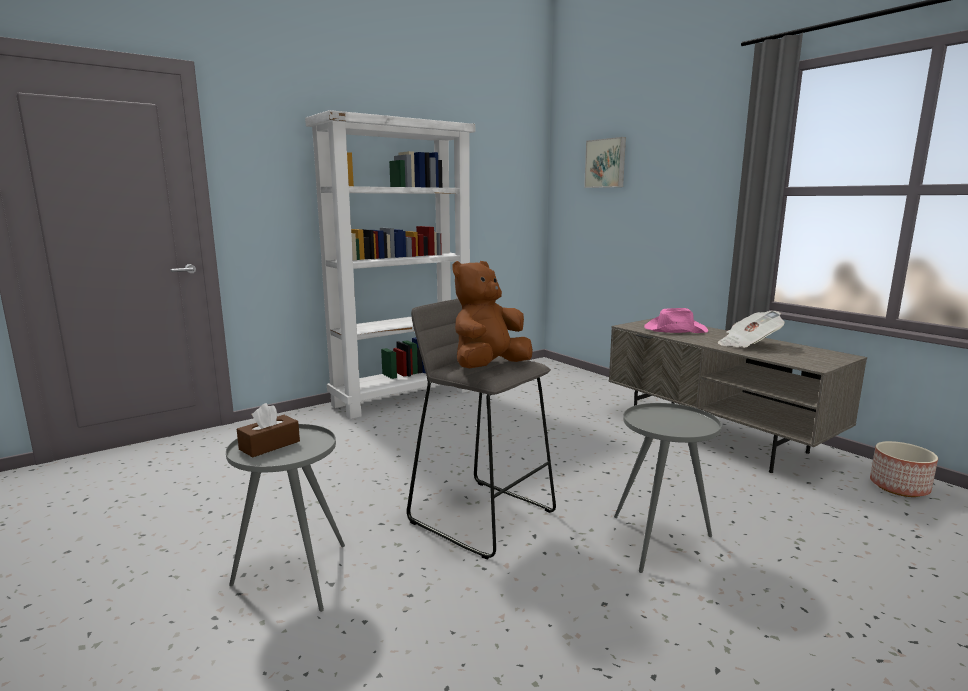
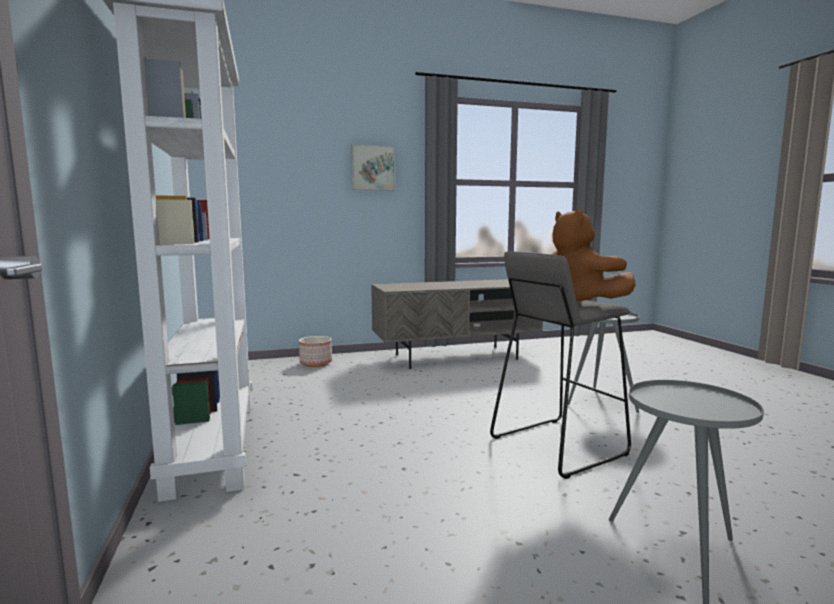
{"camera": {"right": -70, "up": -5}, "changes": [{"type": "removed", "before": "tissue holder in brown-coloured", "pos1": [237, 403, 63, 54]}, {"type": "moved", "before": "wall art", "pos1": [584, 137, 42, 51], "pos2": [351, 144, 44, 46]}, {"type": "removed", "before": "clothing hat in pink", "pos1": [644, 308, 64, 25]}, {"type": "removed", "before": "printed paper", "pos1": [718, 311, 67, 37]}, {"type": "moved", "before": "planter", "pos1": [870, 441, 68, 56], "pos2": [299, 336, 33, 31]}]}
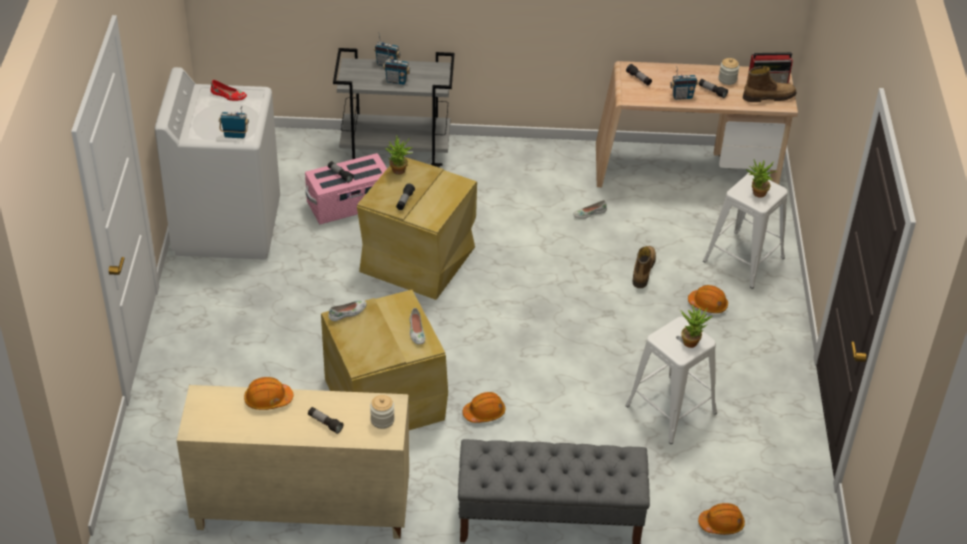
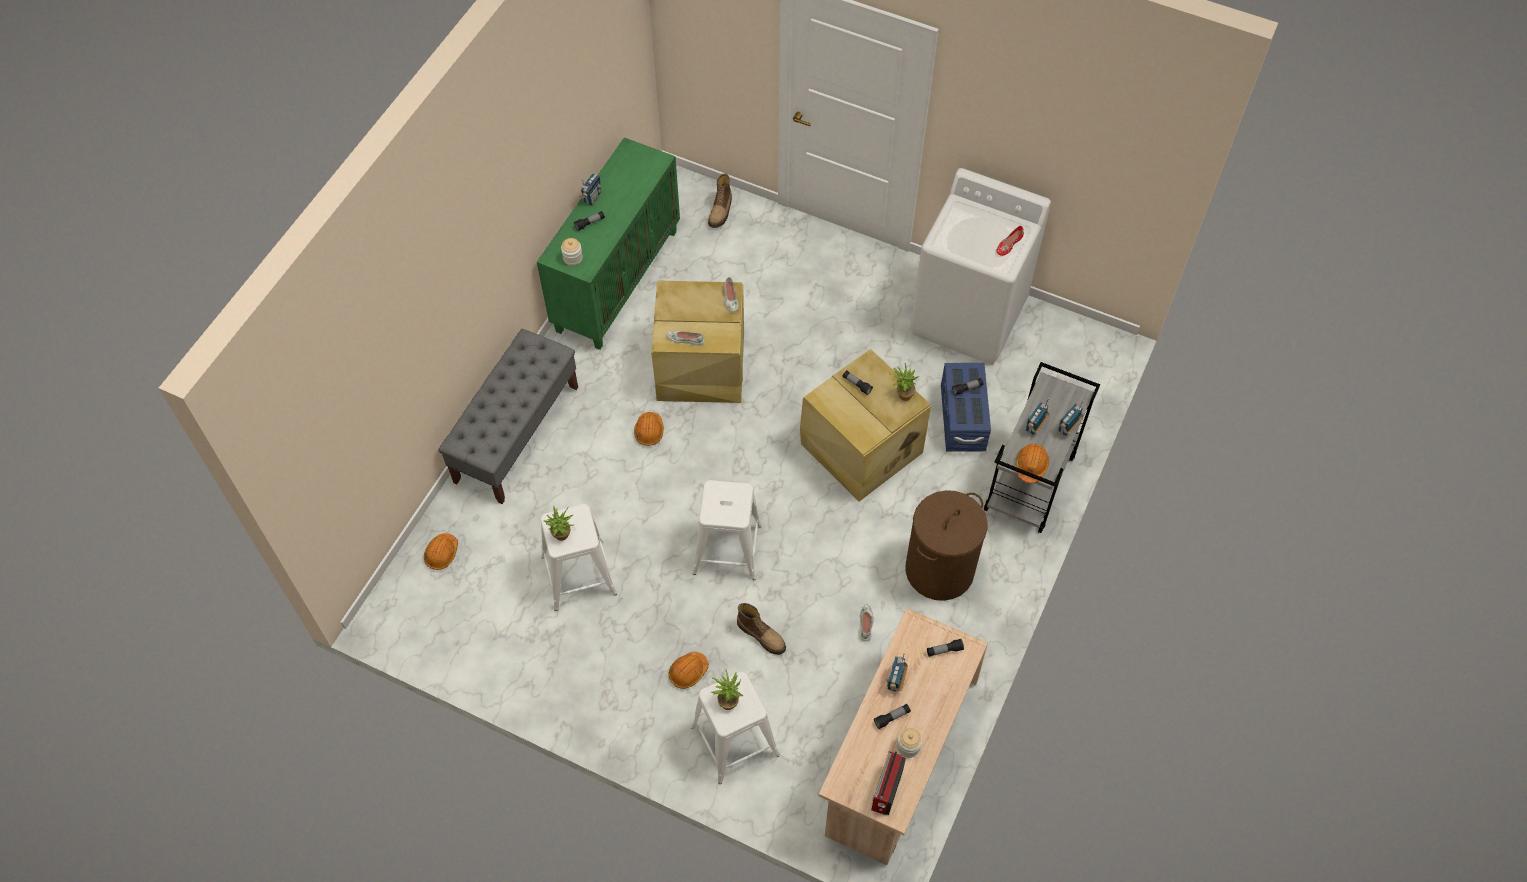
{"camera": {"right": 115, "up": 15}, "changes": [{"type": "recoloured", "before": "storage cabinet in sand-coloured", "after": "storage cabinet in green", "pos1": [177, 385, 232, 154], "pos2": [537, 137, 143, 213]}, {"type": "moved", "before": "radio receiver", "pos1": [219, 106, 30, 32], "pos2": [580, 173, 21, 32]}, {"type": "moved", "before": "work helmet in orangey", "pos1": [244, 377, 49, 33], "pos2": [1016, 444, 33, 39]}, {"type": "recoloured", "before": "storage container in pink", "after": "storage container in blue", "pos1": [305, 153, 82, 71], "pos2": [941, 363, 50, 89]}, {"type": "moved", "before": "tall boot", "pos1": [743, 66, 53, 36], "pos2": [708, 174, 24, 54]}, {"type": "added", "after": "stool seat in white-coloured", "pos2": [692, 480, 70, 100]}, {"type": "added", "after": "washing basket in brown-coloured", "pos2": [906, 490, 81, 111]}]}
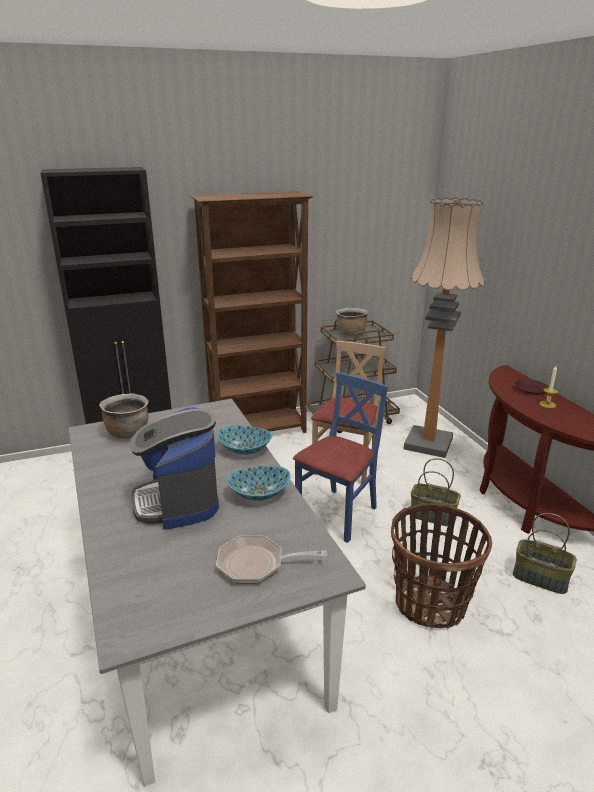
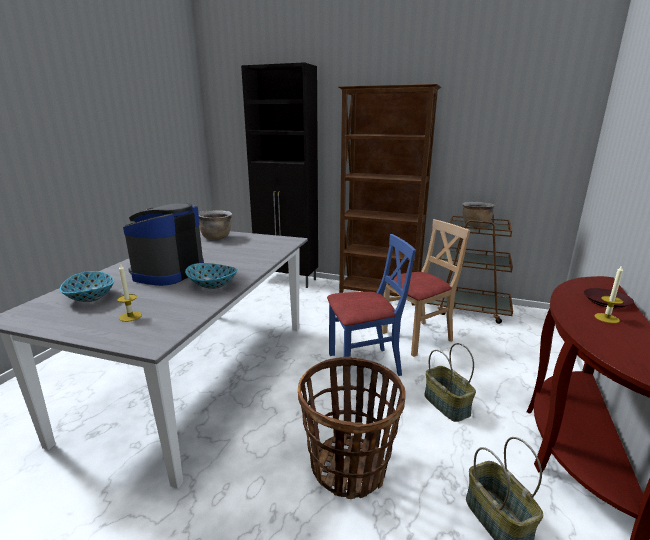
{"camera": {"right": 40, "up": -5}, "changes": [{"type": "replaced", "before": "skillet", "after": "wax light", "pos1": [216, 535, 111, 49], "pos2": [117, 263, 25, 59]}, {"type": "moved", "before": "bowl", "pos1": [217, 425, 55, 30], "pos2": [60, 271, 54, 31]}, {"type": "removed", "before": "standard lamp", "pos1": [404, 198, 81, 260]}]}
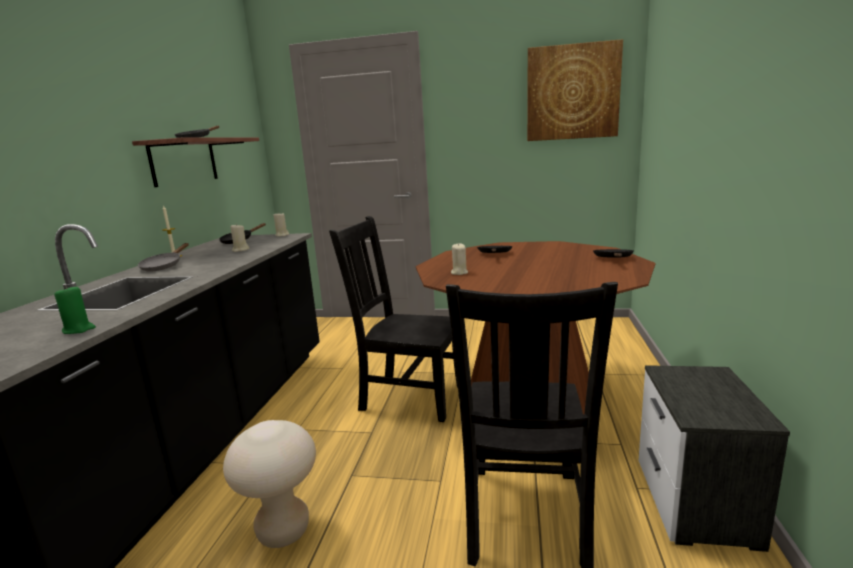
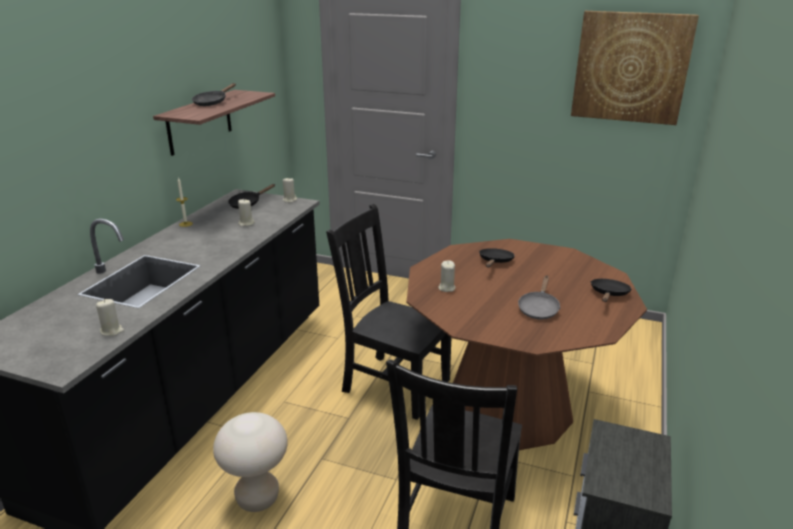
{"camera": {"right": 10, "up": 10}, "changes": [{"type": "recoloured", "before": "wax light in green", "after": "wax light in sand-coloured", "pos1": [54, 285, 42, 49], "pos2": [96, 299, 28, 37]}, {"type": "moved", "before": "skillet in greyish", "pos1": [138, 243, 51, 29], "pos2": [518, 275, 42, 44]}]}
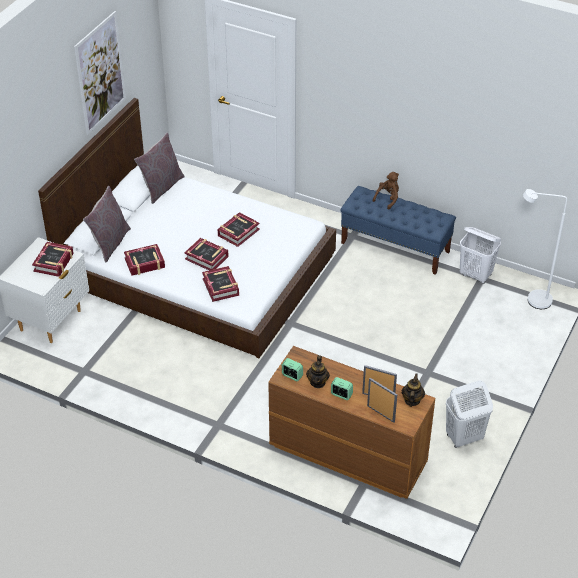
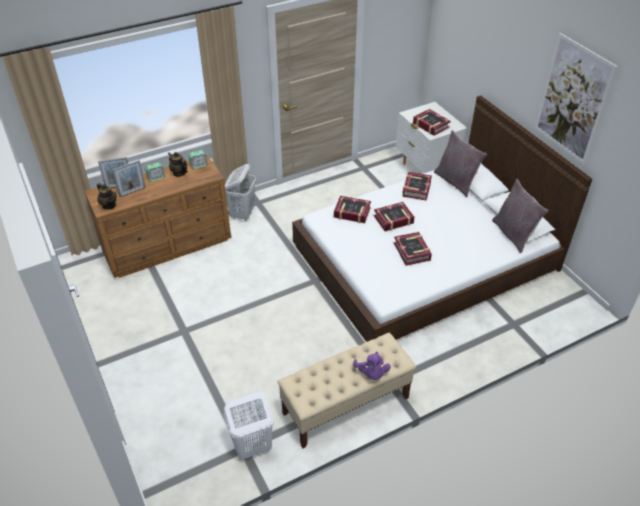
{"camera": {"right": 125, "up": 0}, "changes": [{"type": "recoloured", "before": "long seat in blue", "after": "long seat in sand-coloured", "pos1": [340, 186, 116, 89], "pos2": [278, 333, 138, 115]}, {"type": "recoloured", "before": "cuddly toy in brown-coloured", "after": "cuddly toy in purplish", "pos1": [373, 172, 26, 38], "pos2": [353, 352, 38, 28]}, {"type": "moved", "before": "washing basket in white-coloured", "pos1": [446, 380, 47, 68], "pos2": [225, 164, 31, 56]}, {"type": "removed", "before": "standard lamp in white-coloured", "pos1": [523, 189, 44, 120]}]}
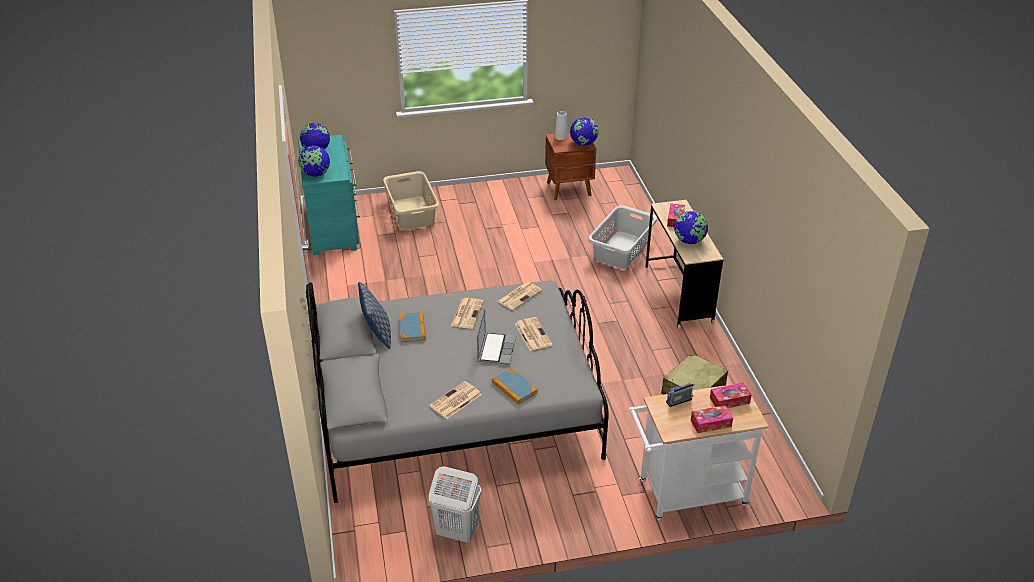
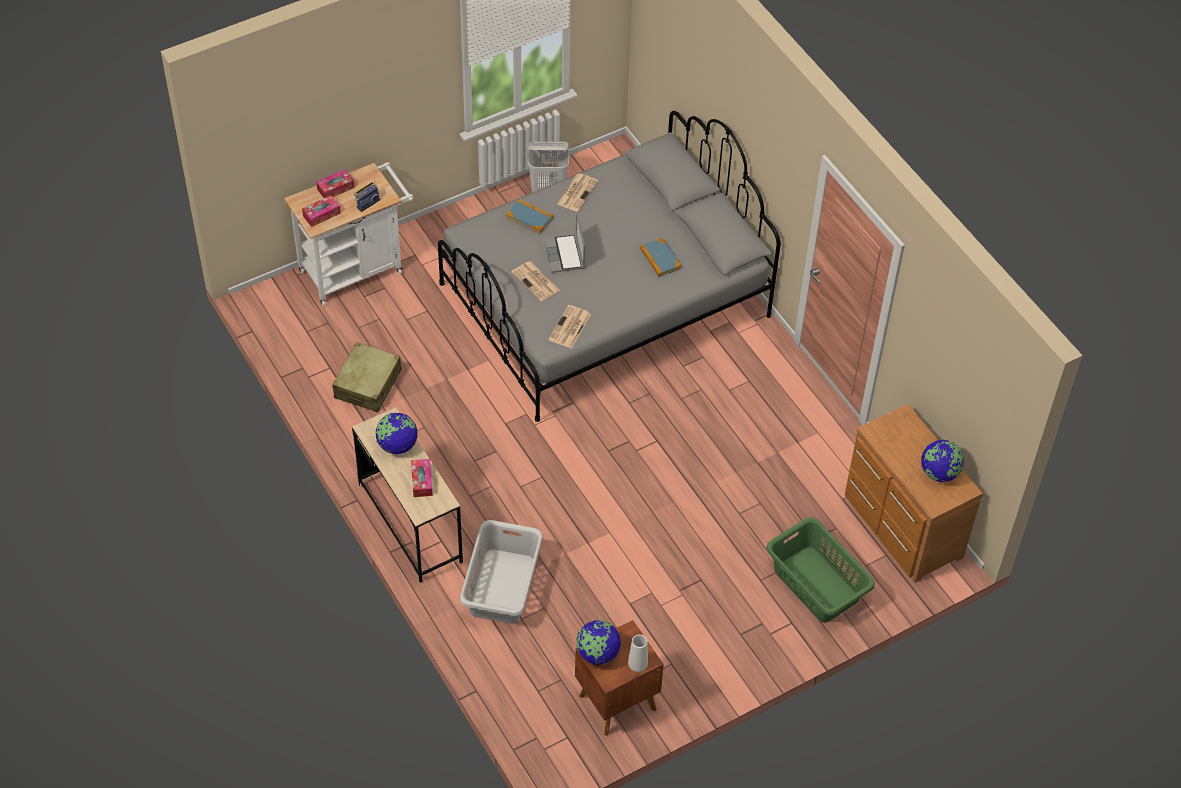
{"camera": {"right": 160, "up": 15}, "changes": [{"type": "recoloured", "before": "chest of drawers in turquoise-coloured", "after": "chest of drawers in brown-coloured", "pos1": [298, 135, 62, 120], "pos2": [845, 404, 138, 179]}, {"type": "removed", "before": "globe", "pos1": [299, 146, 31, 31]}, {"type": "removed", "before": "pillow", "pos1": [358, 282, 33, 67]}, {"type": "recoloured", "before": "washing basket in sand-coloured", "after": "washing basket in green", "pos1": [383, 171, 56, 59], "pos2": [766, 517, 109, 105]}, {"type": "removed", "before": "printed paper", "pos1": [451, 298, 33, 31]}]}
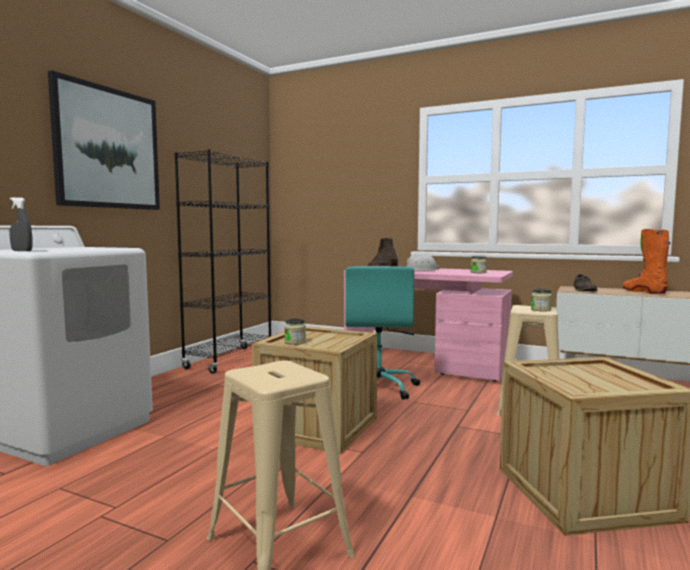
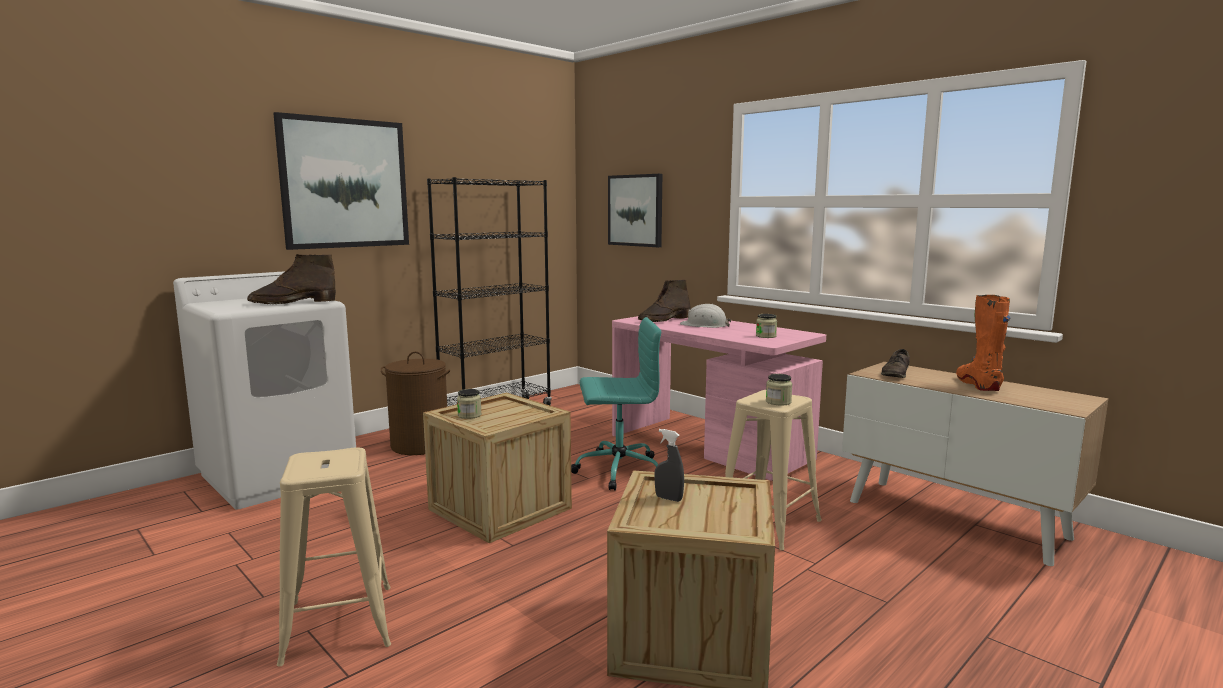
{"camera": {"right": 20, "up": 5}, "changes": [{"type": "moved", "before": "spray bottle in greyish", "pos1": [9, 197, 24, 54], "pos2": [655, 429, 29, 73]}, {"type": "turned", "before": "computer chair in turquoise-coloured", "pos1": [345, 266, 75, 134], "pos2": [571, 317, 90, 174], "turn": -120}, {"type": "added", "after": "tall boot in brown-coloured", "pos2": [247, 254, 89, 50]}, {"type": "added", "after": "washing basket in brown-coloured", "pos2": [381, 351, 69, 104]}, {"type": "added", "after": "wall art", "pos2": [608, 174, 54, 73]}]}
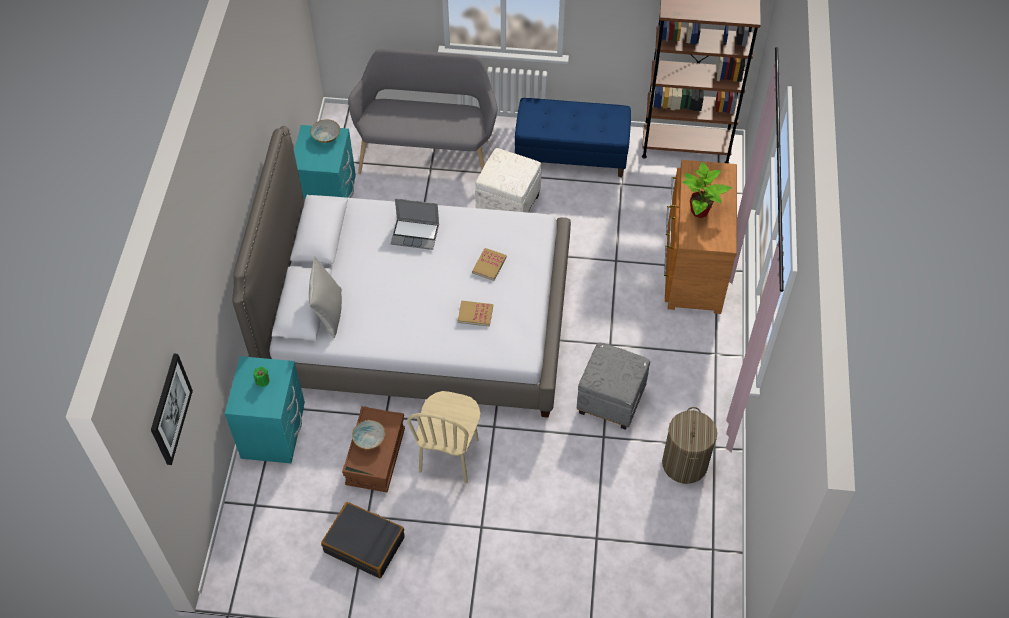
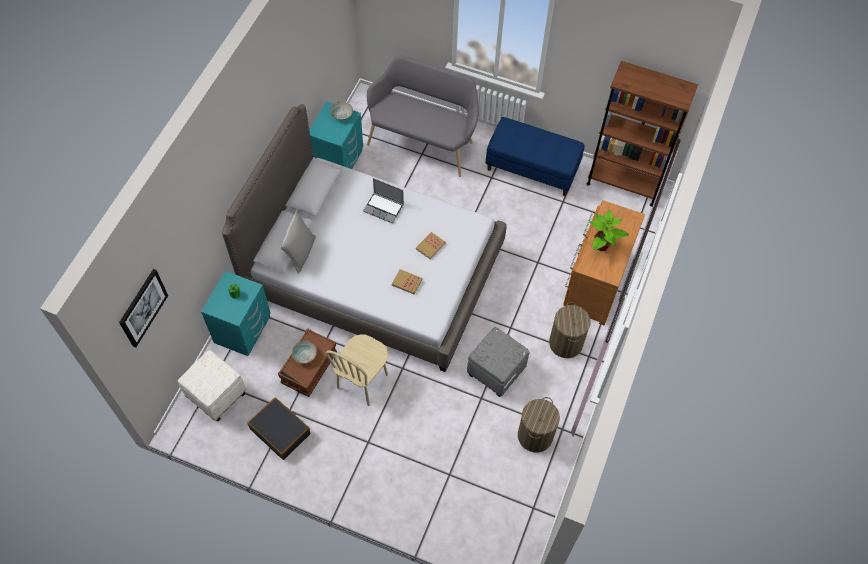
{"camera": {"right": 15, "up": 5}, "changes": [{"type": "moved", "before": "pouffe in white-coloured", "pos1": [475, 148, 67, 65], "pos2": [178, 350, 68, 72]}, {"type": "added", "after": "washing basket", "pos2": [549, 302, 42, 56]}]}
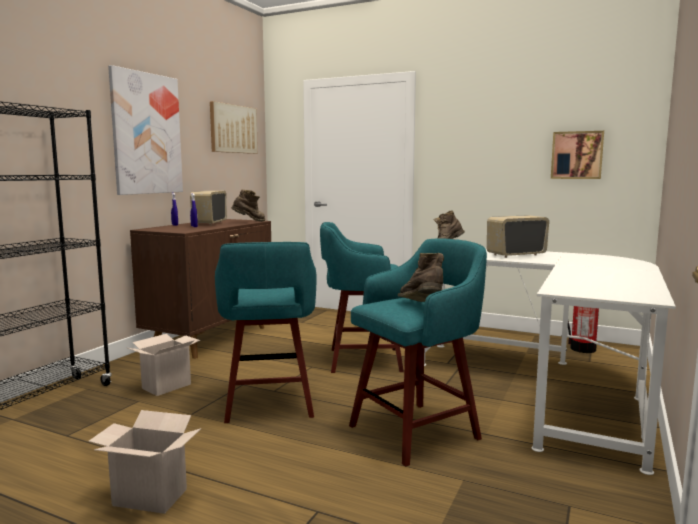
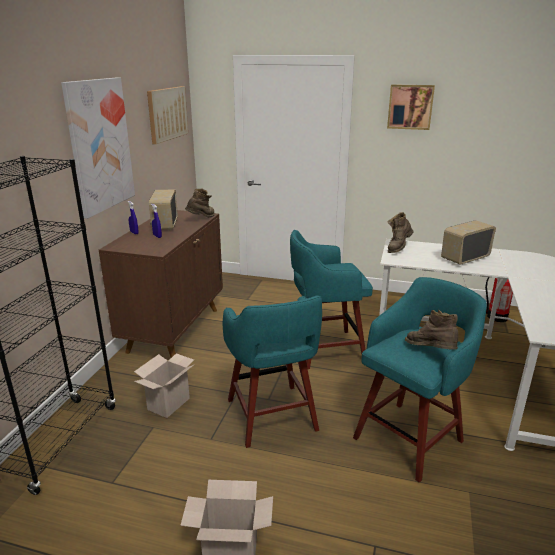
{"camera": {"right": -10, "up": 15}, "changes": [{"type": "moved", "before": "wall art", "pos1": [551, 131, 53, 48], "pos2": [387, 84, 48, 46]}]}
